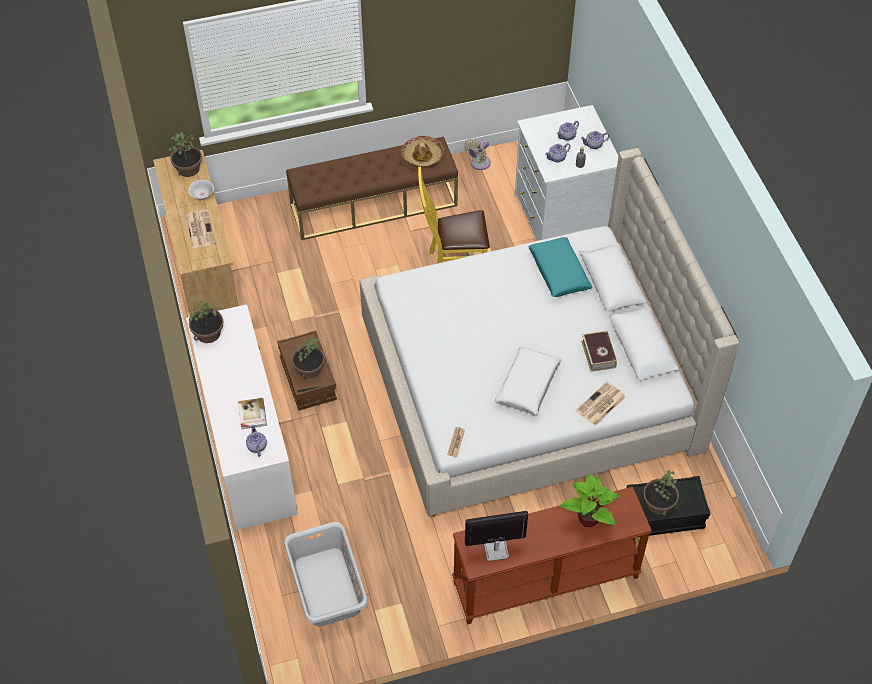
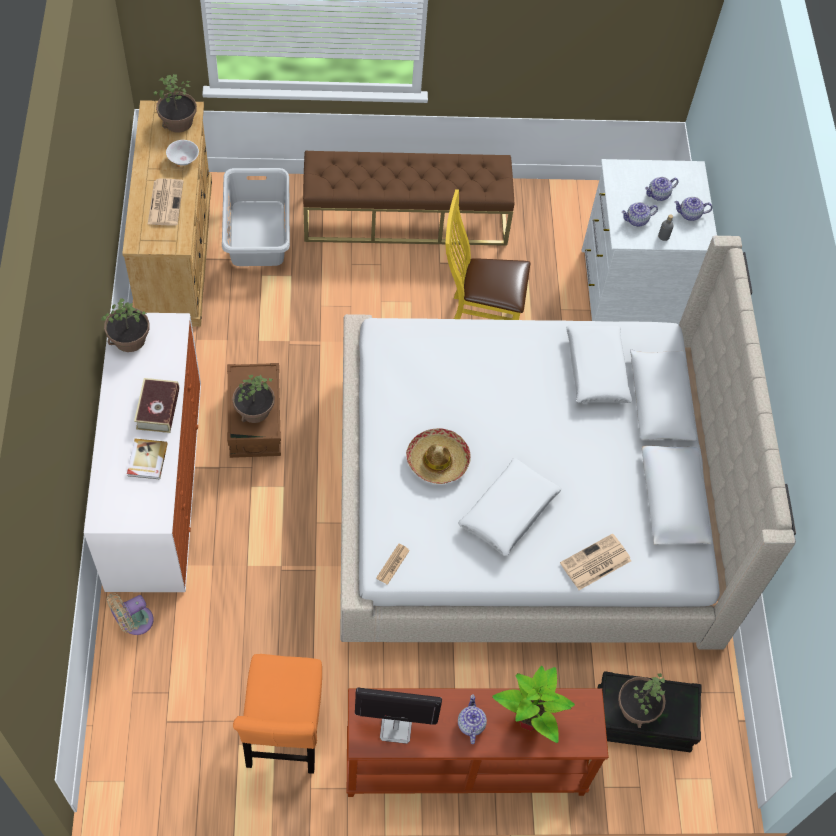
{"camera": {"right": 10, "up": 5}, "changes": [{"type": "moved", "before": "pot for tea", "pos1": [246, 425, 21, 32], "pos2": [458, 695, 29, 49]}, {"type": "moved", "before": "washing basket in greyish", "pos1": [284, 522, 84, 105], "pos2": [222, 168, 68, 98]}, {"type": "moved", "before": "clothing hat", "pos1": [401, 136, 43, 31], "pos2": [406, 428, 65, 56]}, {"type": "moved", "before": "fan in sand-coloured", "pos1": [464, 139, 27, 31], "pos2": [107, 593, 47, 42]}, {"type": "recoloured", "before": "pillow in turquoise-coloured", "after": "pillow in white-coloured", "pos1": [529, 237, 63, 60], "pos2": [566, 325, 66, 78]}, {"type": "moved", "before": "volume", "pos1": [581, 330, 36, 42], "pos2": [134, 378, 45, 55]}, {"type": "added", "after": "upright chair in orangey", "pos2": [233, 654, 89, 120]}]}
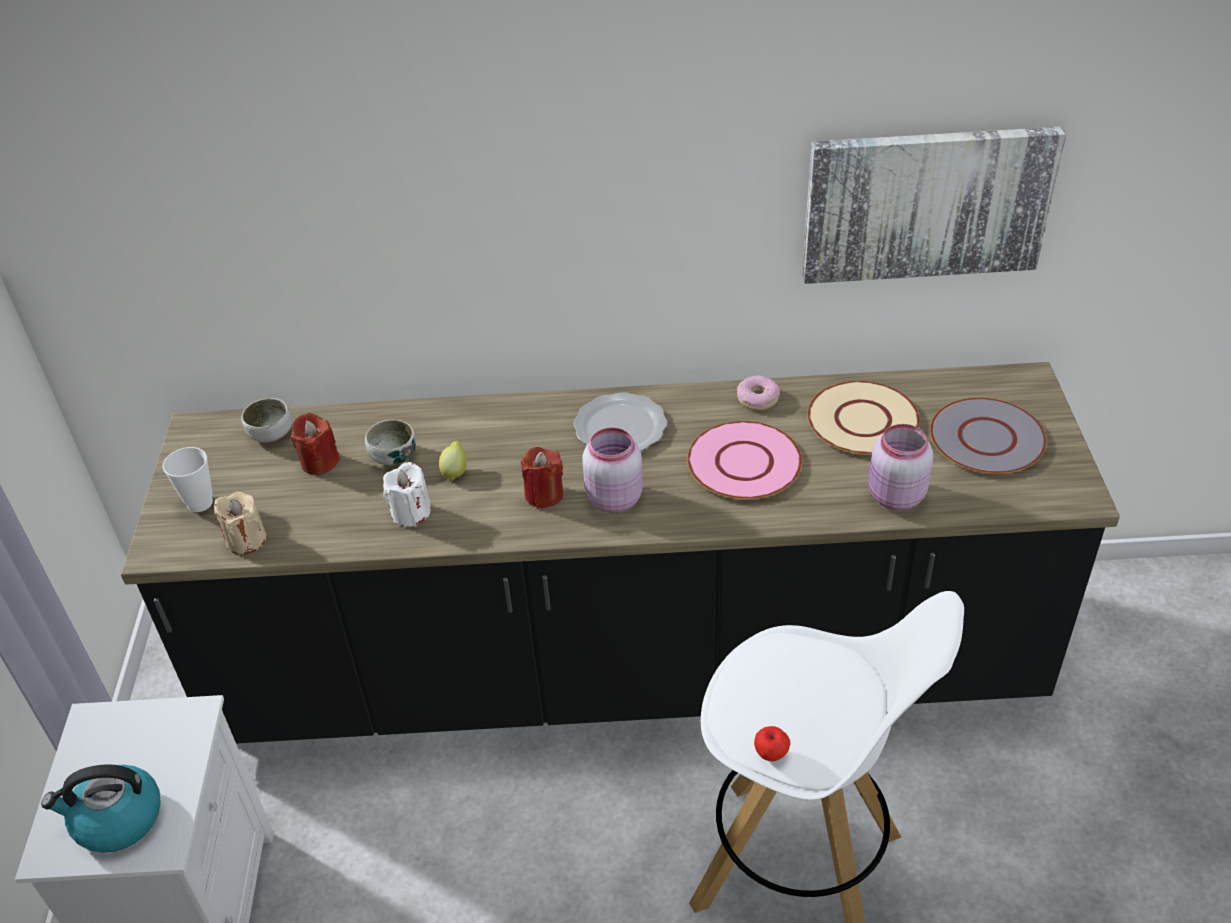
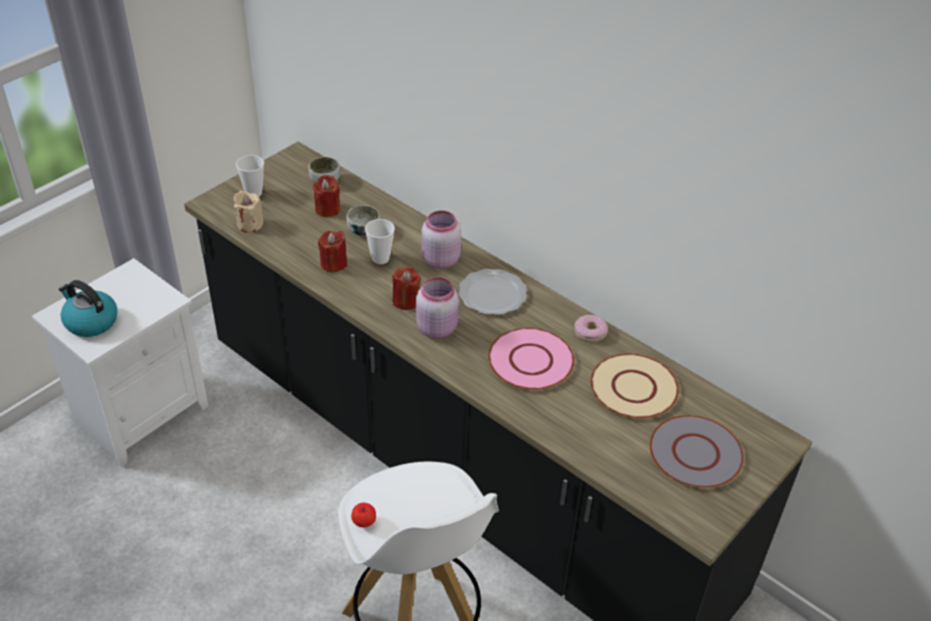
{"camera": {"right": 40, "up": 0}, "changes": [{"type": "recoloured", "before": "wax light in white-coloured", "after": "wax light in red-coloured", "pos1": [383, 462, 48, 65], "pos2": [318, 231, 29, 41]}, {"type": "replaced", "before": "citrus fruit", "after": "drinking cup", "pos1": [439, 441, 28, 40], "pos2": [365, 219, 30, 45]}, {"type": "removed", "before": "wall art", "pos1": [802, 126, 264, 158]}, {"type": "moved", "before": "preserve jar in pink", "pos1": [868, 424, 65, 86], "pos2": [421, 211, 40, 58]}]}
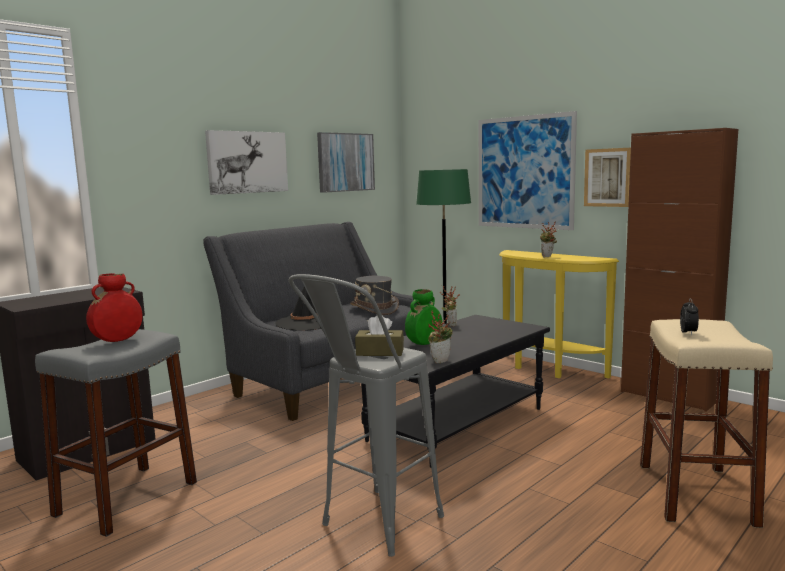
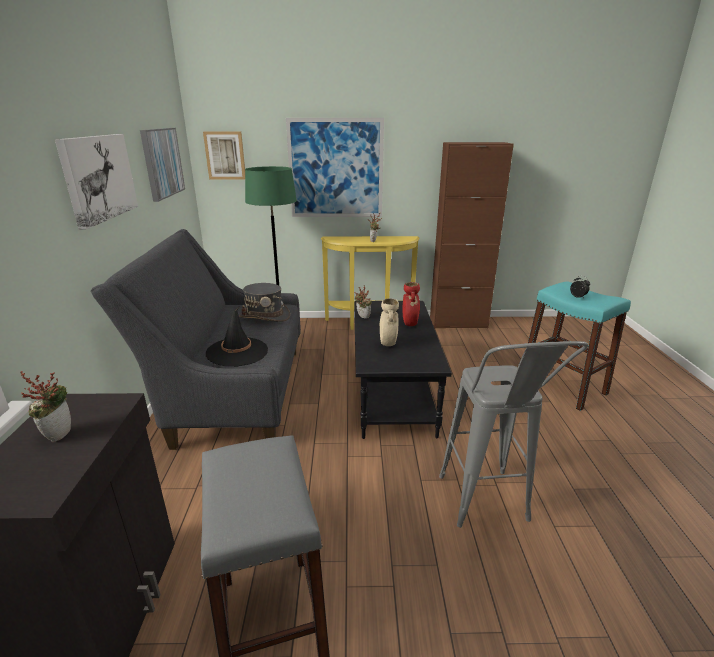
{"camera": {"right": -45, "up": 15}, "changes": [{"type": "moved", "before": "flower vase in red-coloured", "pos1": [86, 273, 57, 69], "pos2": [402, 282, 18, 44]}, {"type": "removed", "before": "tissue holder in brown-coloured", "pos1": [355, 316, 49, 40]}, {"type": "recoloured", "before": "flower vase in green", "after": "flower vase in sand-coloured", "pos1": [405, 289, 37, 56], "pos2": [380, 298, 19, 48]}, {"type": "moved", "before": "plant in a pot", "pos1": [428, 311, 25, 52], "pos2": [20, 371, 51, 71]}, {"type": "moved", "before": "wall art", "pos1": [584, 148, 47, 59], "pos2": [203, 132, 42, 47]}, {"type": "recoloured", "before": "stool seat in sand-coloured", "after": "stool seat in turquoise-coloured", "pos1": [640, 319, 133, 209], "pos2": [528, 281, 103, 130]}]}
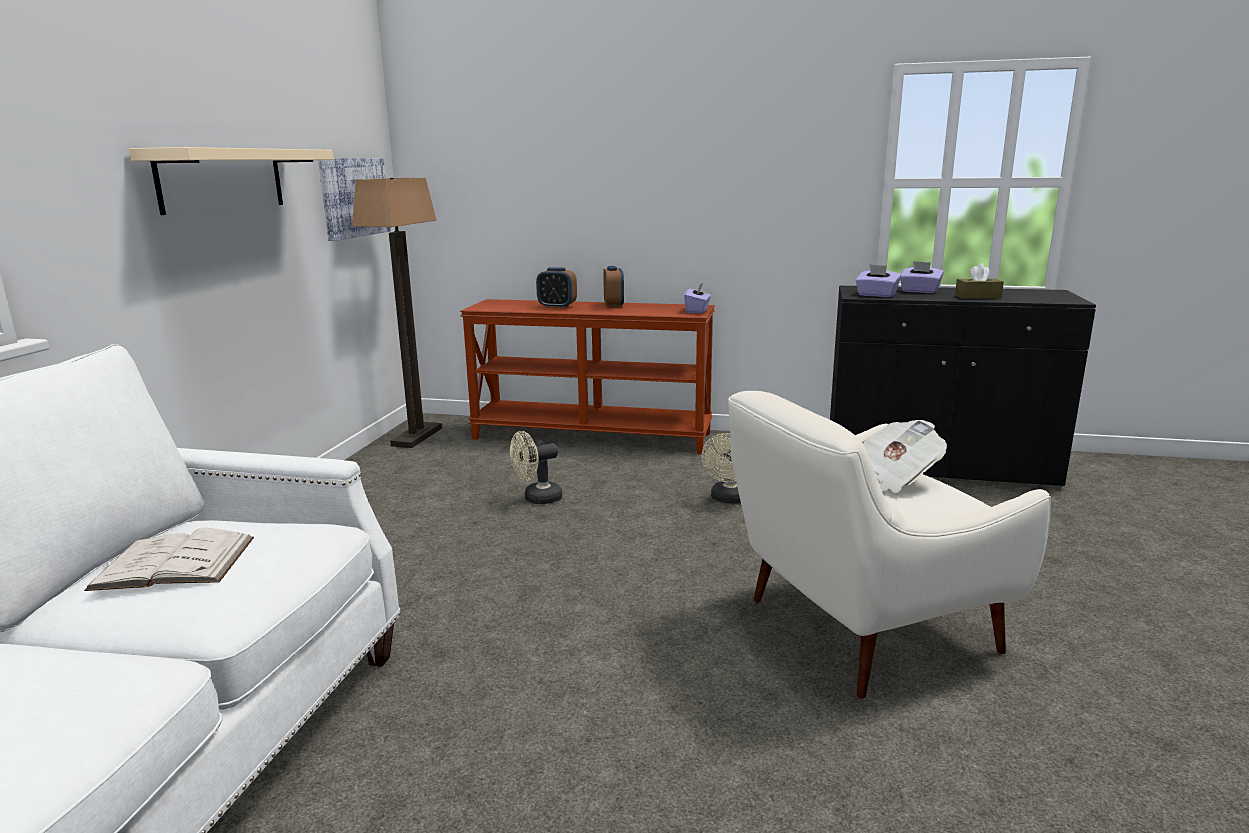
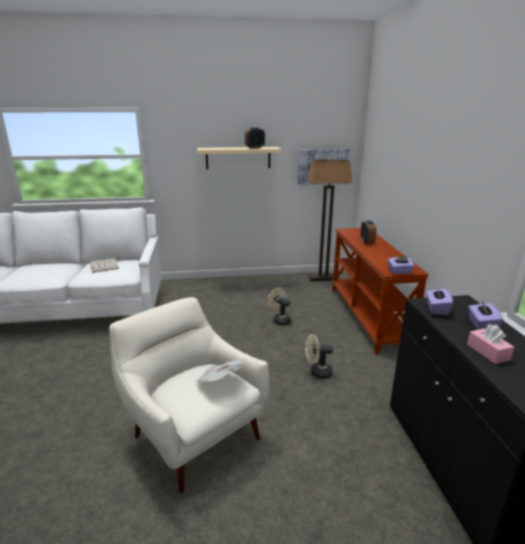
{"camera": {"right": 70, "up": 5}, "changes": [{"type": "moved", "before": "alarm clock", "pos1": [603, 266, 21, 41], "pos2": [245, 127, 20, 22]}, {"type": "recoloured", "before": "tissue holder in brown-coloured", "after": "tissue holder in pink", "pos1": [955, 263, 49, 36], "pos2": [467, 324, 47, 40]}]}
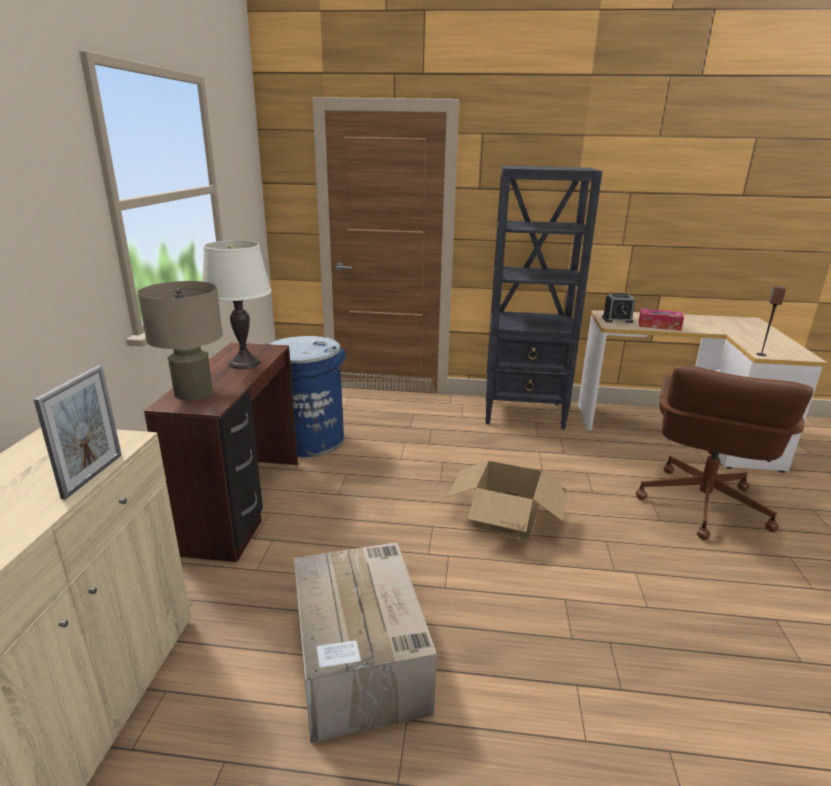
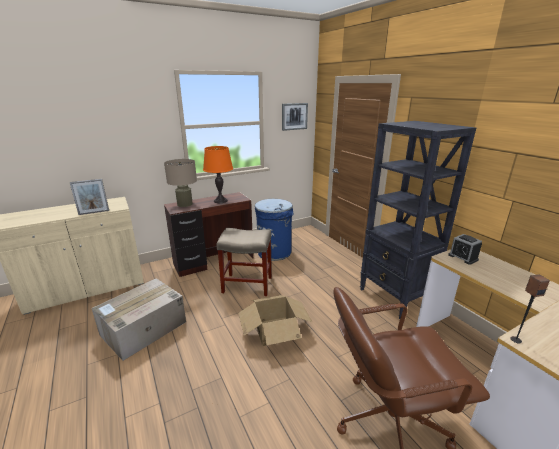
{"camera": {"right": 55, "up": 0}, "changes": [{"type": "recoloured", "before": "tabletop lamp in white-coloured", "after": "tabletop lamp in orangey", "pos1": [202, 240, 70, 129], "pos2": [203, 146, 30, 57]}, {"type": "removed", "before": "tissue holder", "pos1": [639, 309, 45, 22]}, {"type": "added", "after": "stool seat in sand-coloured", "pos2": [216, 228, 56, 68]}, {"type": "added", "after": "wall art", "pos2": [282, 103, 26, 28]}]}
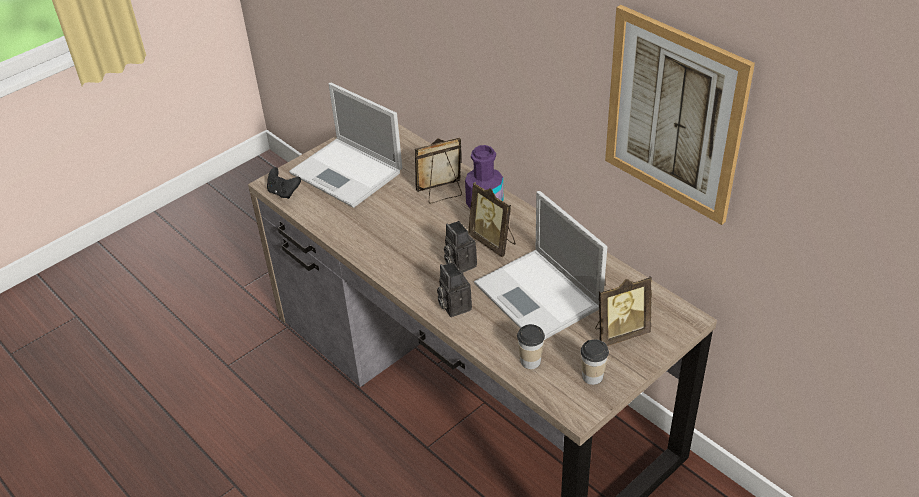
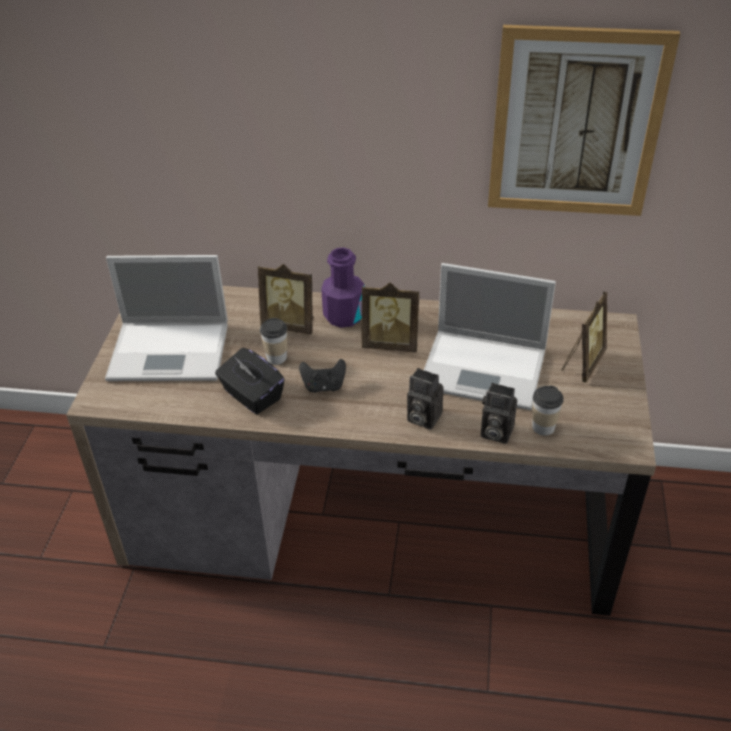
{"camera": {"right": -40, "up": 0}, "changes": [{"type": "moved", "before": "joypad in black", "pos1": [267, 167, 34, 32], "pos2": [299, 359, 47, 34]}, {"type": "turned", "before": "standing frame", "pos1": [415, 137, 47, 67], "pos2": [258, 264, 56, 71], "turn": -105}, {"type": "moved", "before": "photo camera", "pos1": [444, 221, 33, 52], "pos2": [481, 383, 36, 61]}, {"type": "moved", "before": "drinking cup", "pos1": [581, 339, 28, 46], "pos2": [260, 318, 27, 47]}, {"type": "added", "after": "tissue holder in black", "pos2": [215, 348, 70, 66]}]}
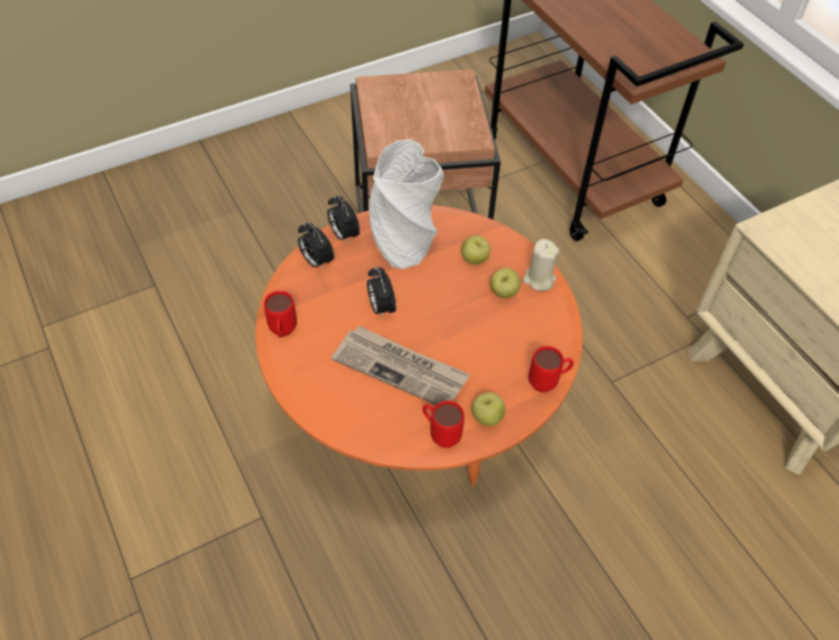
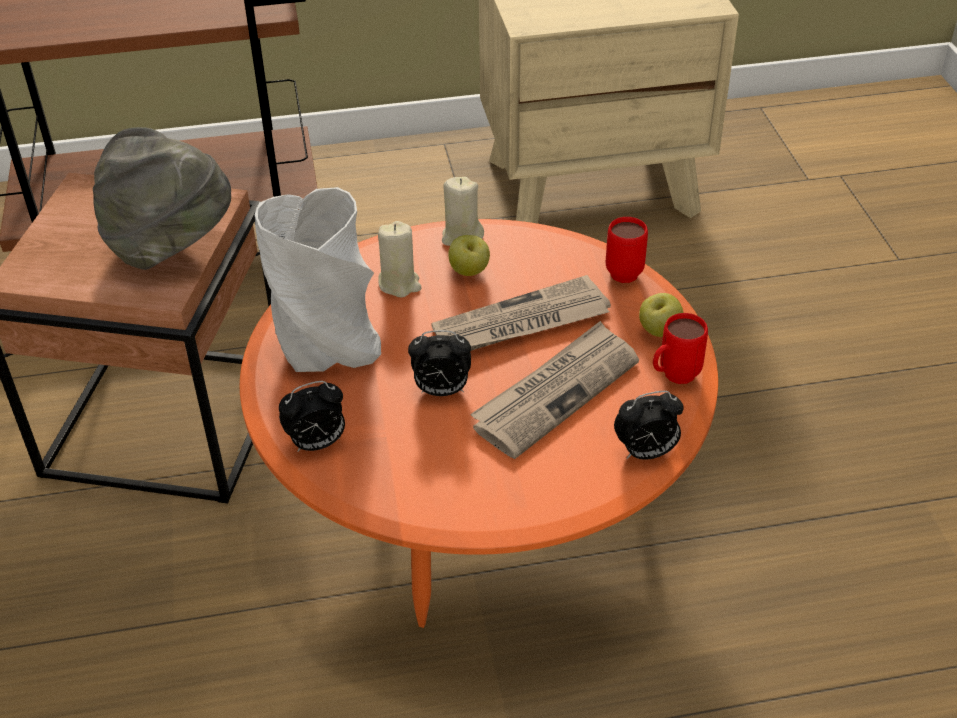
{"camera": {"right": -70, "up": -10}, "changes": [{"type": "removed", "before": "mug in red-coloured", "pos1": [264, 291, 33, 47]}, {"type": "moved", "before": "alarm clock", "pos1": [327, 195, 33, 49], "pos2": [614, 391, 70, 69]}, {"type": "replaced", "before": "apple", "after": "wax light in sand-coloured", "pos1": [461, 235, 29, 30], "pos2": [378, 221, 44, 77]}, {"type": "added", "after": "clothing hat in greyish", "pos2": [93, 127, 138, 143]}, {"type": "added", "after": "printed paper", "pos2": [431, 275, 180, 76]}]}
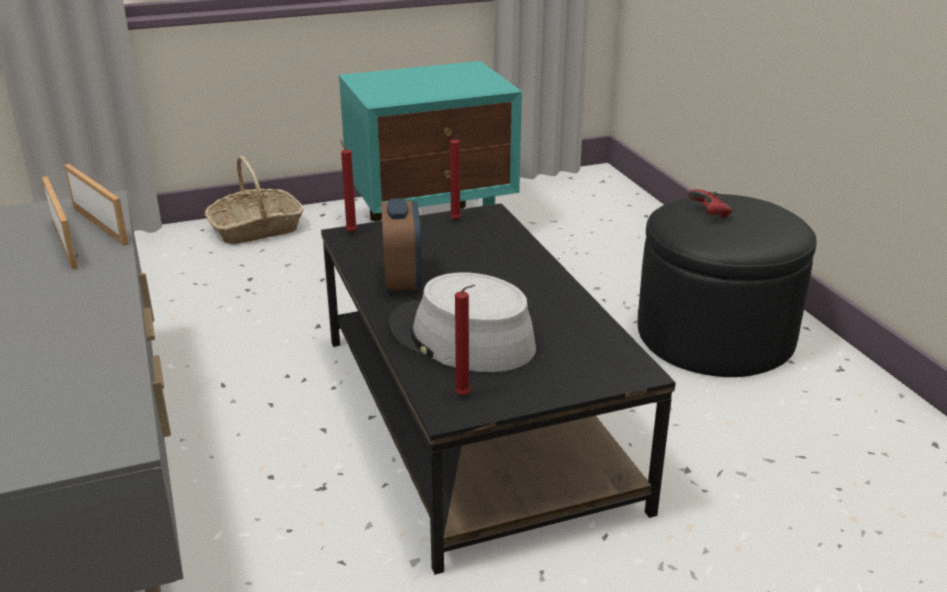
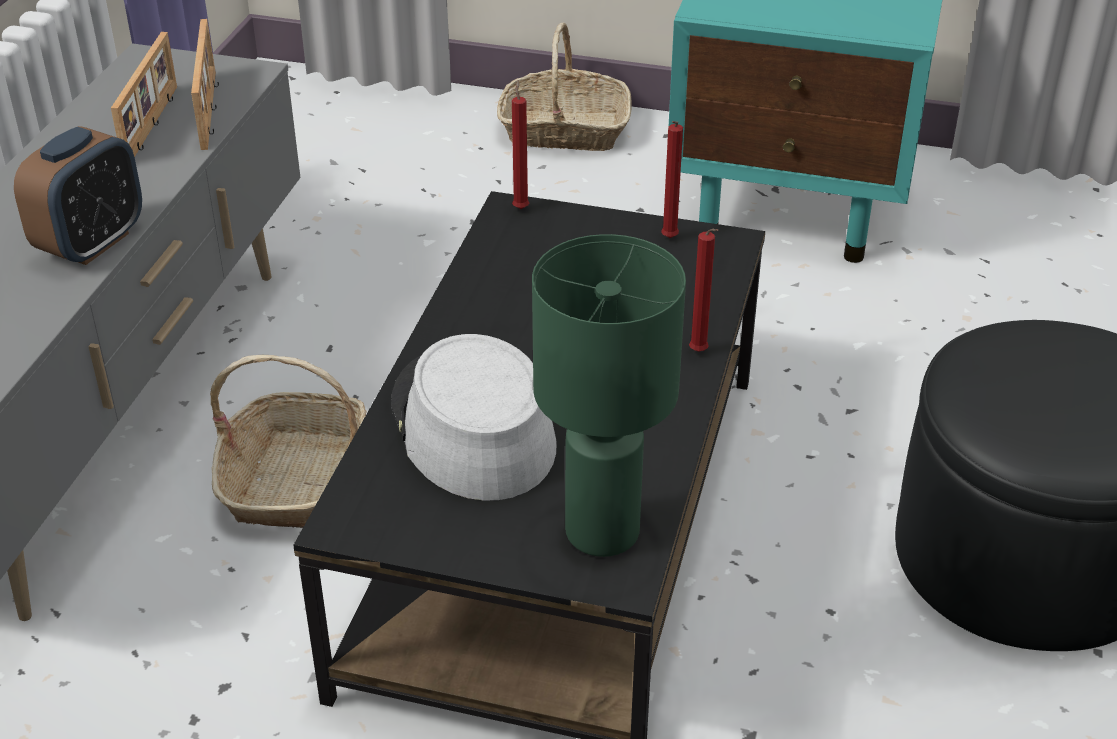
{"camera": {"right": 35, "up": 10}, "changes": [{"type": "moved", "before": "alarm clock", "pos1": [381, 198, 41, 93], "pos2": [14, 126, 128, 139]}, {"type": "moved", "before": "wax light in red-coloured", "pos1": [454, 285, 21, 111], "pos2": [689, 229, 30, 123]}, {"type": "removed", "before": "joypad in red-coloured", "pos1": [688, 189, 44, 29]}, {"type": "added", "after": "storage basket", "pos2": [210, 355, 157, 173]}, {"type": "added", "after": "tabletop lamp in green", "pos2": [532, 234, 154, 323]}]}
